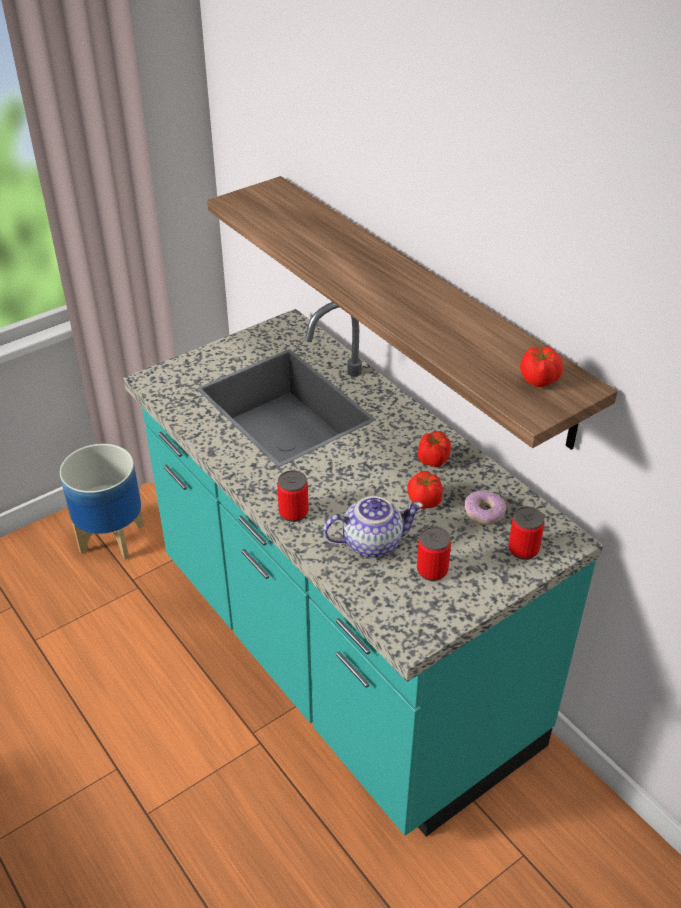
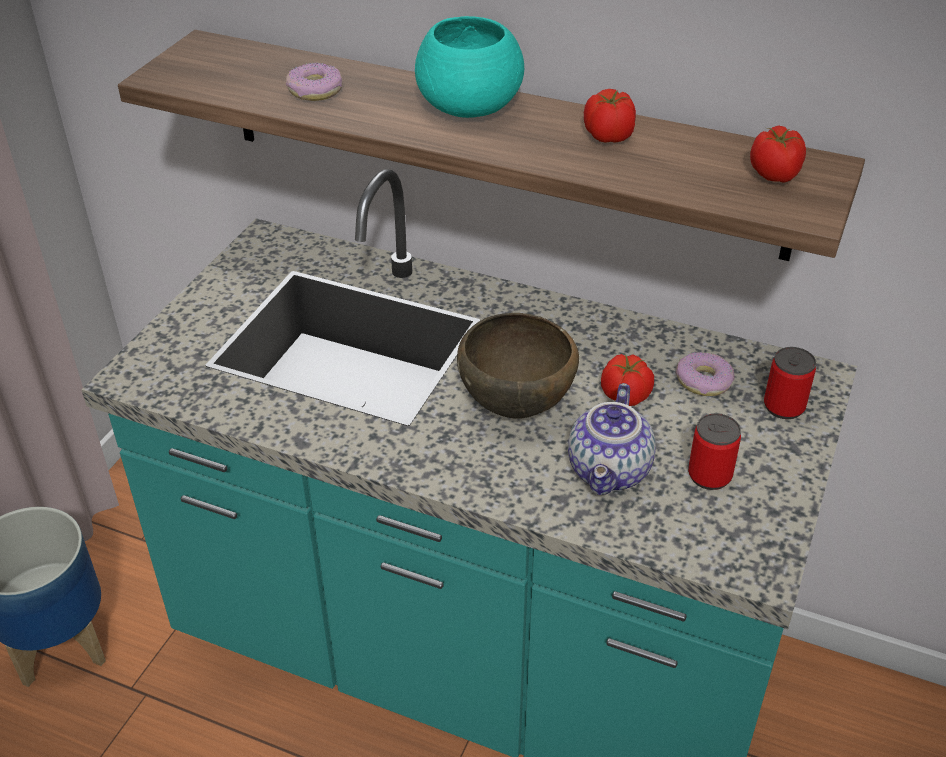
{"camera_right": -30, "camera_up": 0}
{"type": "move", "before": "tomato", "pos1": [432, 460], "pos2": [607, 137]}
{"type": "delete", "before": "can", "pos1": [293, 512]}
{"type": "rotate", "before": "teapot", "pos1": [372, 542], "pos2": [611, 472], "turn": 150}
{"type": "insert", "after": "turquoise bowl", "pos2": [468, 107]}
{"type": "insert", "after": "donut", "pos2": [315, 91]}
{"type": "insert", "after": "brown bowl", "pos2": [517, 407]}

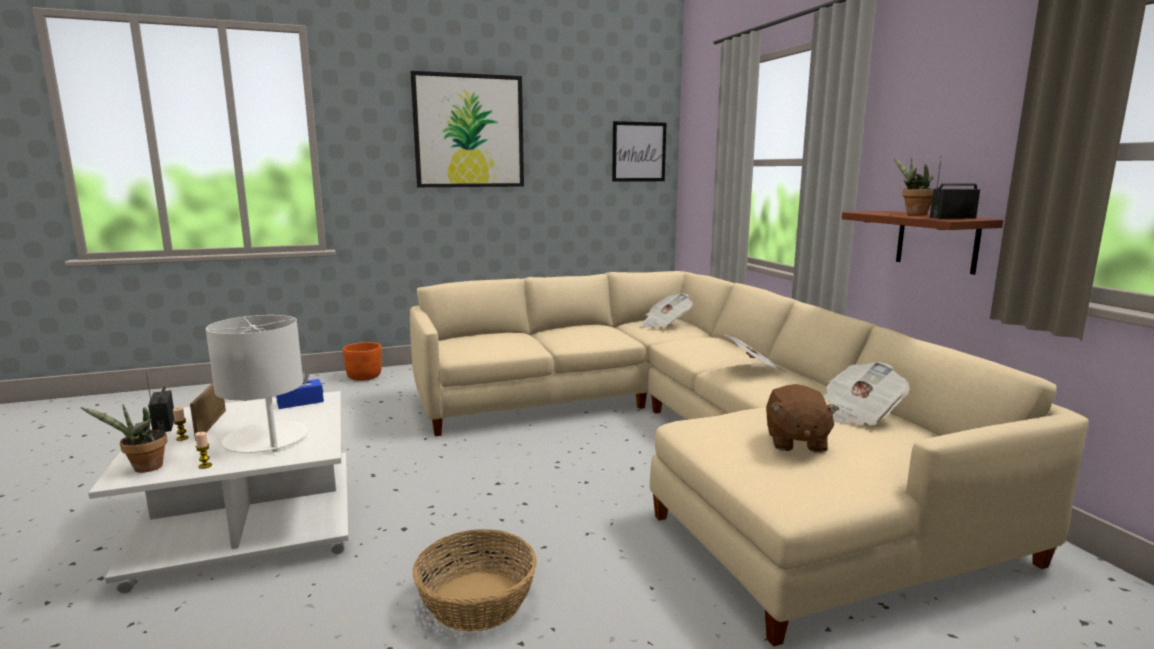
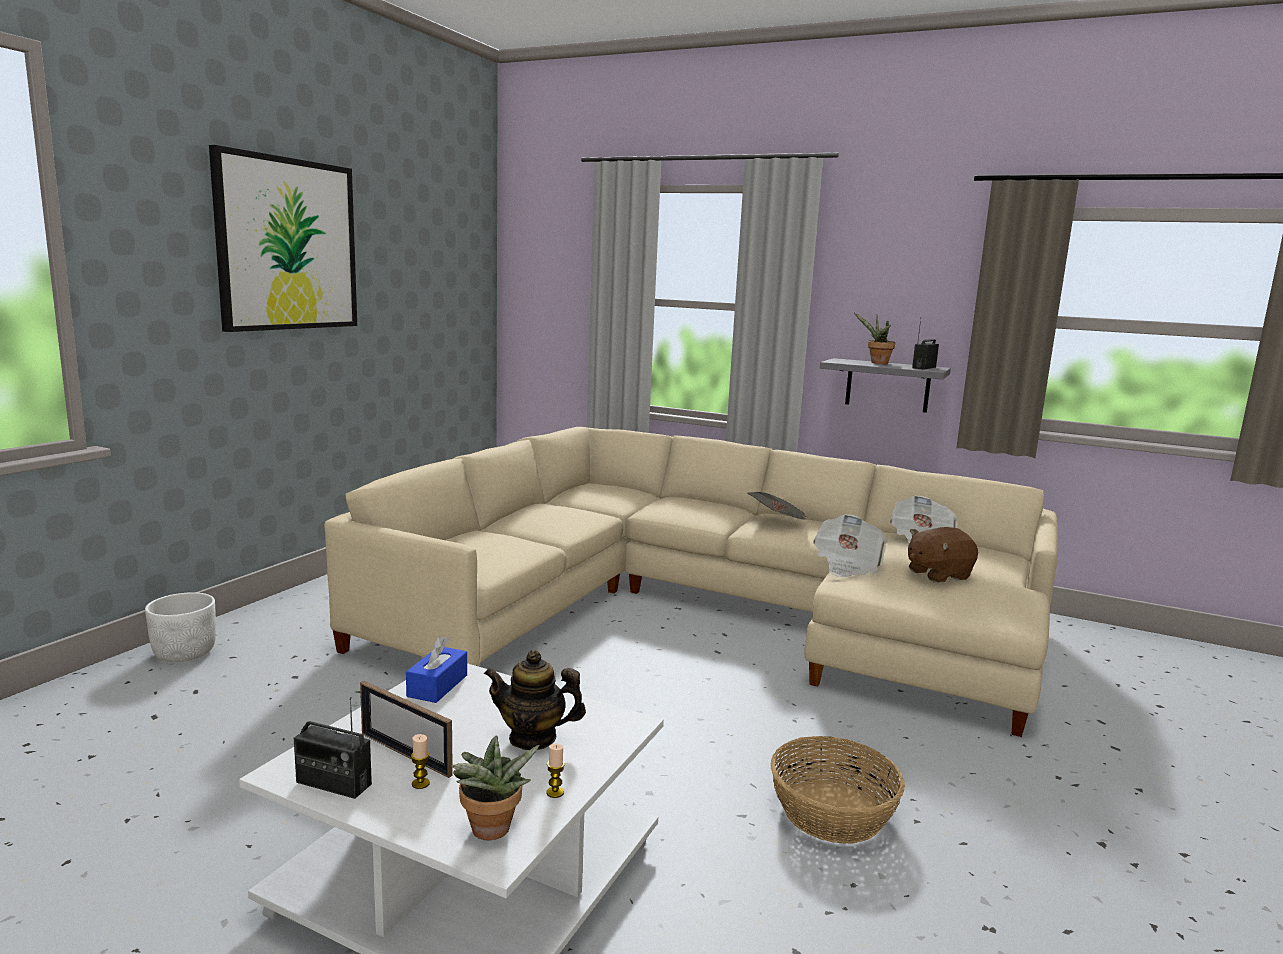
{"camera_right": -45, "camera_up": 0}
{"type": "delete", "before": "picture", "pos1": [639, 152]}
{"type": "recolor", "before": "brown shelf", "after": "grey shelf", "pos1": [937, 241], "pos2": [887, 385]}
{"type": "move", "before": "newspaper", "pos1": [664, 325], "pos2": [847, 565]}
{"type": "replace", "before": "white table lamp", "after": "teapot", "pos1": [266, 439], "pos2": [533, 738]}
{"type": "recolor", "before": "orange planter", "after": "white planter", "pos1": [364, 377], "pos2": [185, 653]}
{"type": "rotate", "before": "brown plush toy", "pos1": [795, 442], "pos2": [937, 574], "turn": 105}

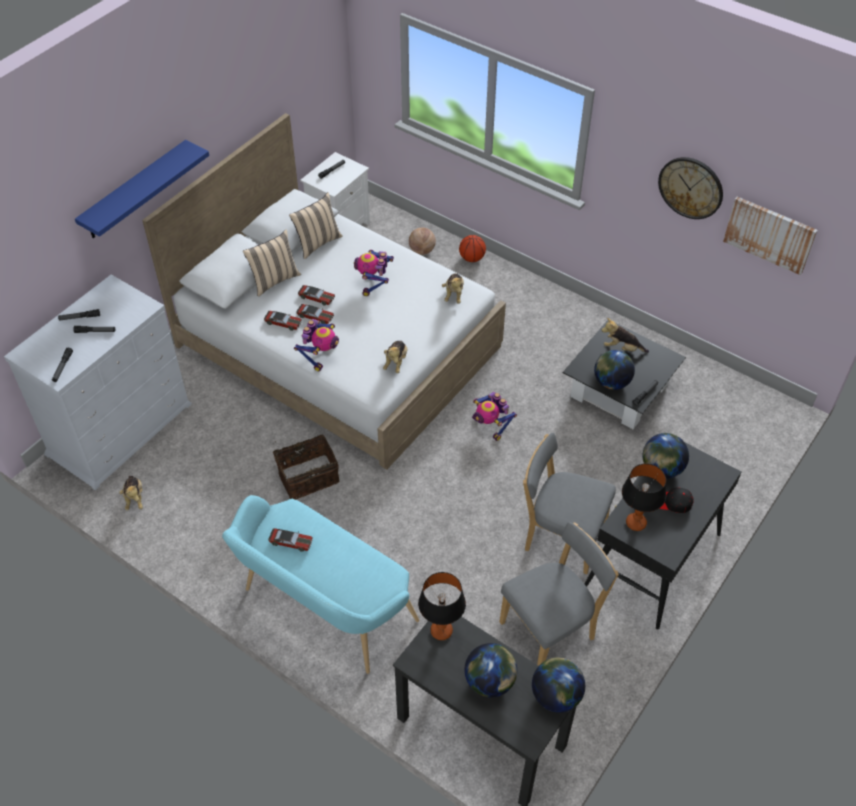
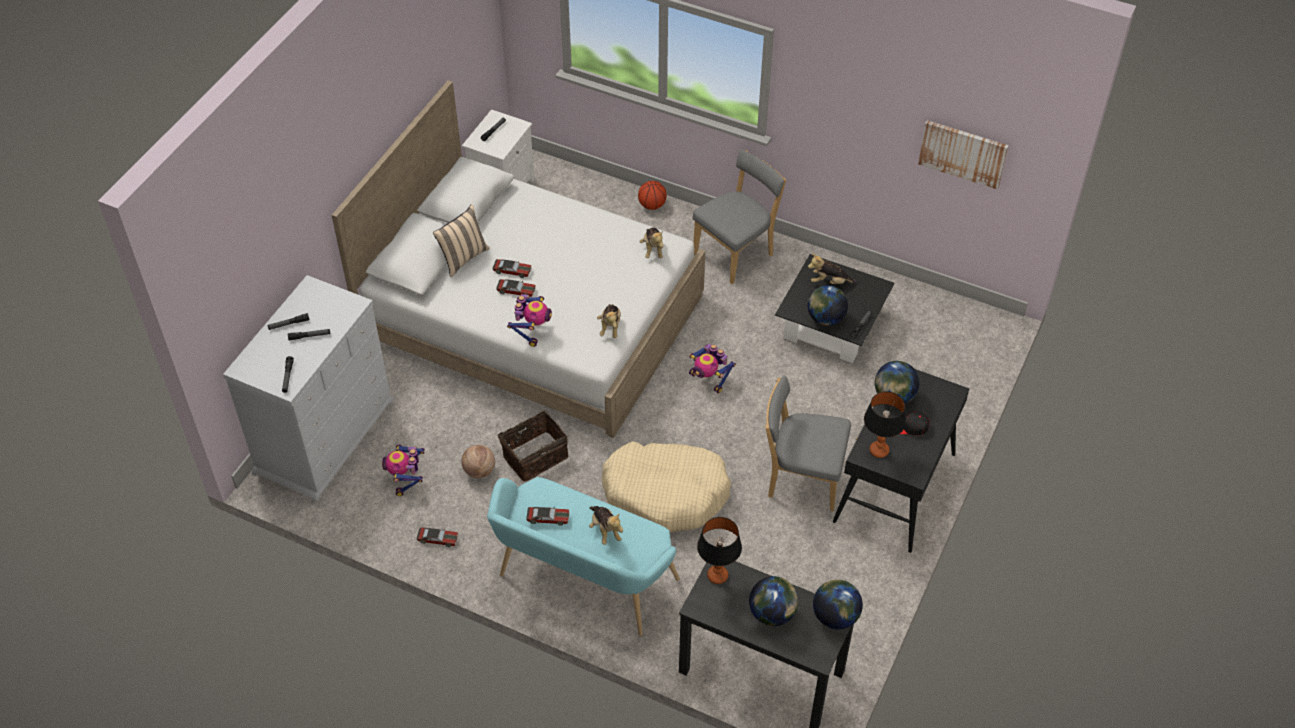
{"camera_right": -10, "camera_up": 0}
{"type": "delete", "before": "blue shelf", "pos1": [135, 190]}
{"type": "delete", "before": "wall clock", "pos1": [691, 187]}
{"type": "delete", "before": "beige pillow", "pos1": [317, 243]}
{"type": "move", "before": "basketball", "pos1": [422, 251], "pos2": [479, 471]}
{"type": "move", "before": "toy robot", "pos1": [374, 284], "pos2": [407, 480]}
{"type": "move", "before": "toy car", "pos1": [283, 323], "pos2": [438, 539]}
{"type": "move", "before": "plush toy", "pos1": [134, 498], "pos2": [605, 530]}
{"type": "move", "before": "grey chair", "pos1": [551, 629], "pos2": [736, 253]}
{"type": "insert", "after": "beige dog bed", "pos2": [665, 494]}

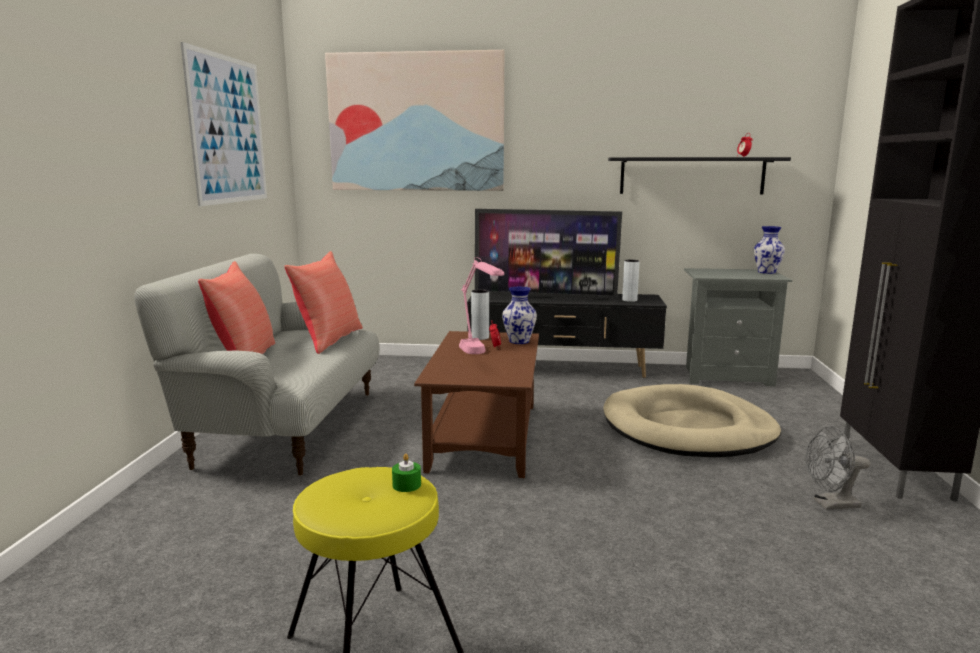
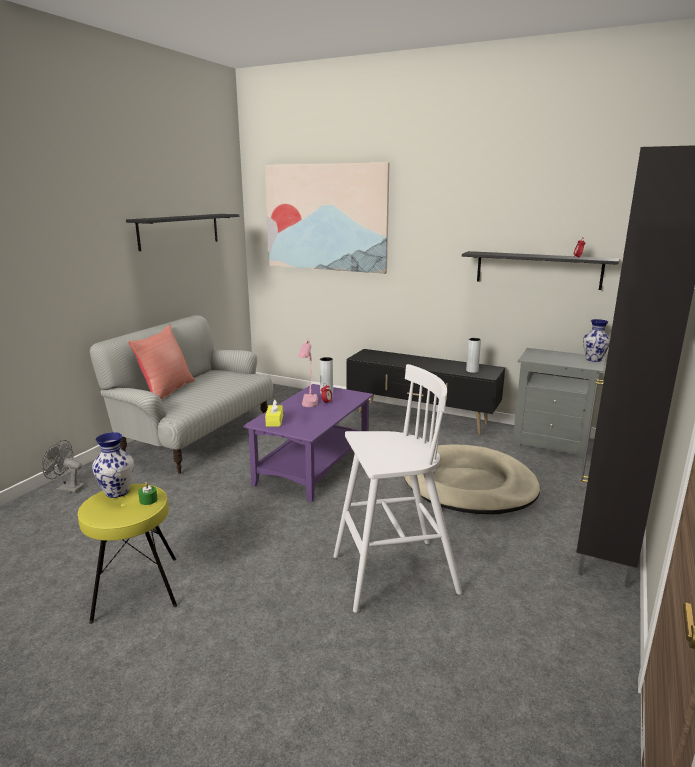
{"camera_right": 20, "camera_up": 5}
{"type": "replace", "before": "picture", "after": "black shelf", "pos1": [228, 130], "pos2": [179, 231]}
{"type": "delete", "before": "television", "pos1": [545, 297]}
{"type": "delete", "before": "red pillow", "pos1": [329, 339]}
{"type": "move", "before": "vase", "pos1": [519, 341], "pos2": [117, 492]}
{"type": "recolor", "before": "brown coffee table", "after": "purple coffee table", "pos1": [484, 436], "pos2": [314, 465]}
{"type": "move", "before": "grey fan", "pos1": [830, 504], "pos2": [67, 488]}
{"type": "insert", "after": "white stool", "pos2": [392, 574]}
{"type": "insert", "after": "yellow tissue box", "pos2": [274, 421]}

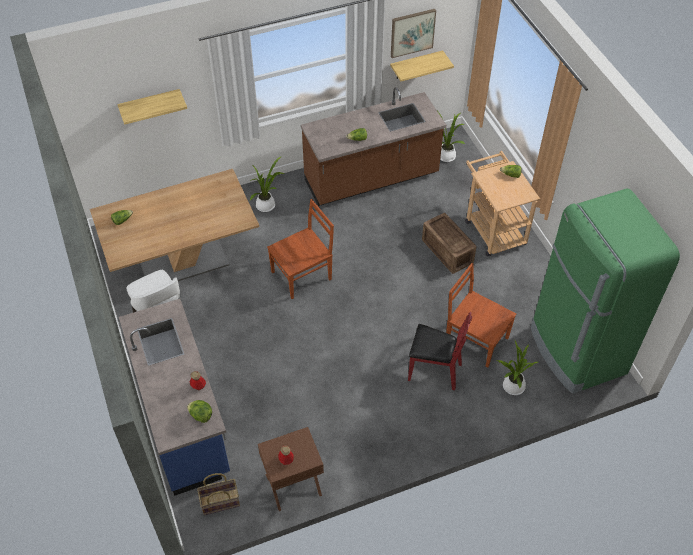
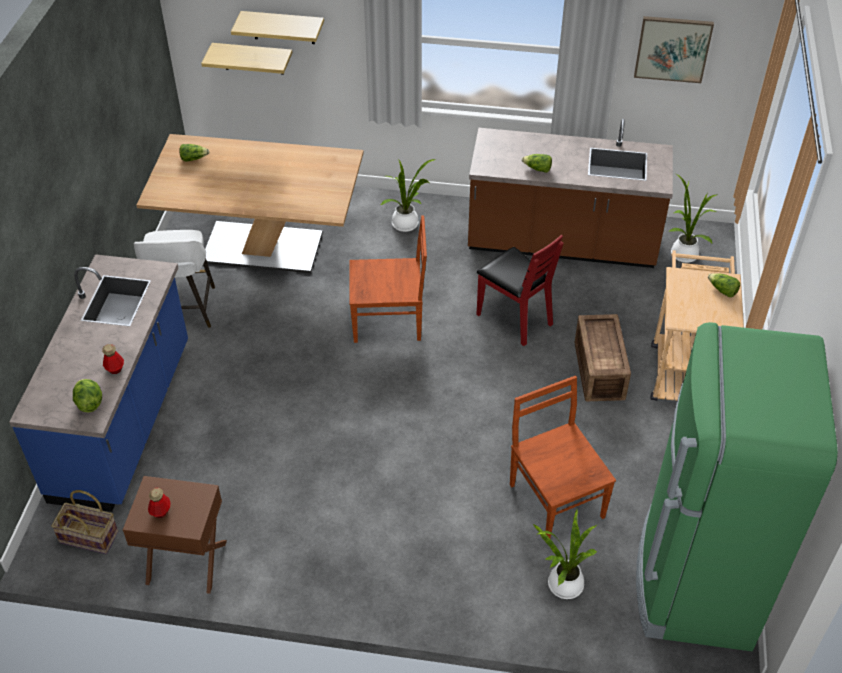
{"camera_right": 30, "camera_up": -5}
{"type": "move", "before": "shelf", "pos1": [416, 65], "pos2": [253, 58]}
{"type": "move", "before": "red chair", "pos1": [434, 371], "pos2": [514, 318]}

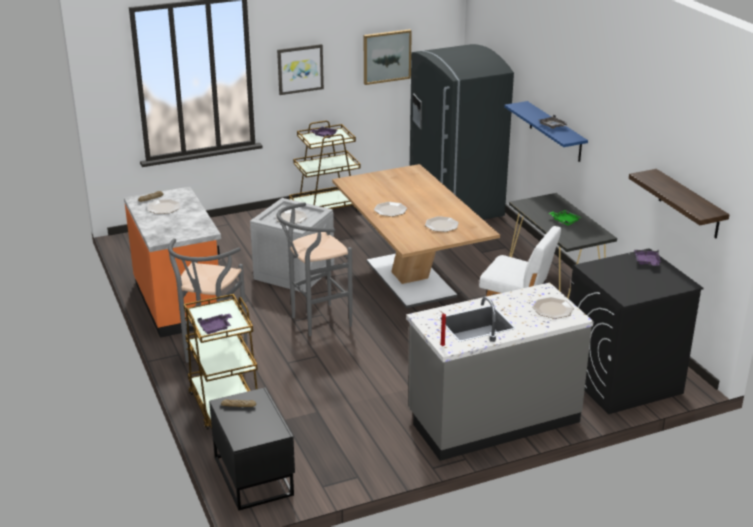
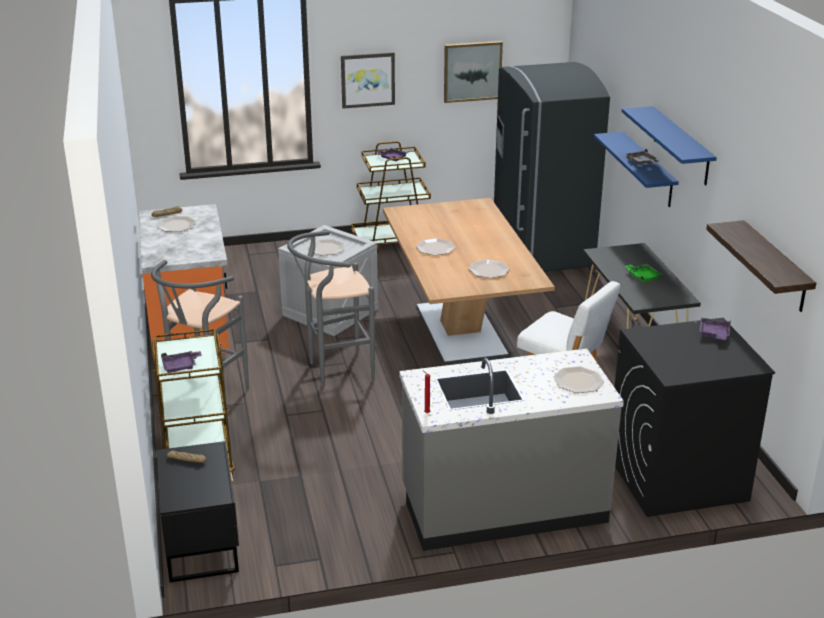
{"camera_right": 10, "camera_up": 0}
{"type": "insert", "after": "blue shelf", "pos2": [681, 146]}

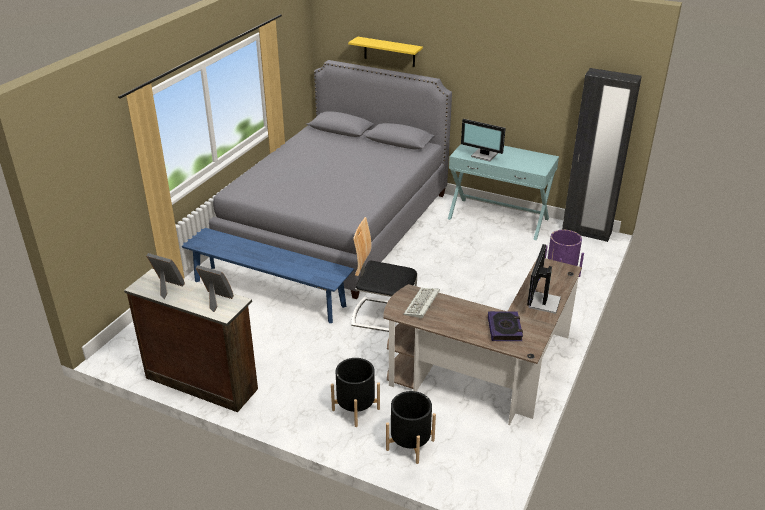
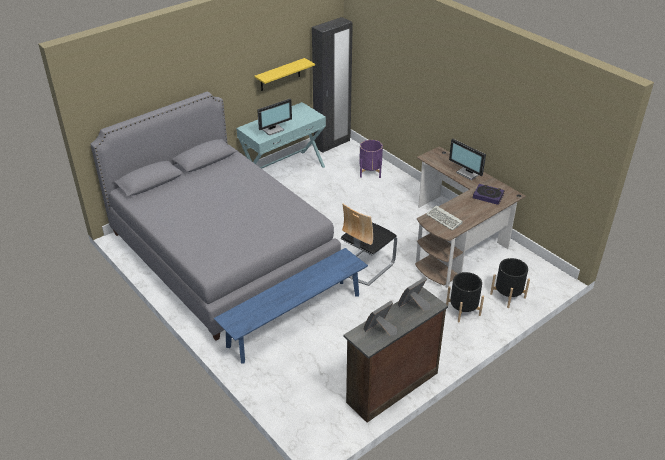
{"camera_right": -65, "camera_up": 5}
{"type": "move", "before": "yellow shelf", "pos1": [389, 52], "pos2": [280, 75]}

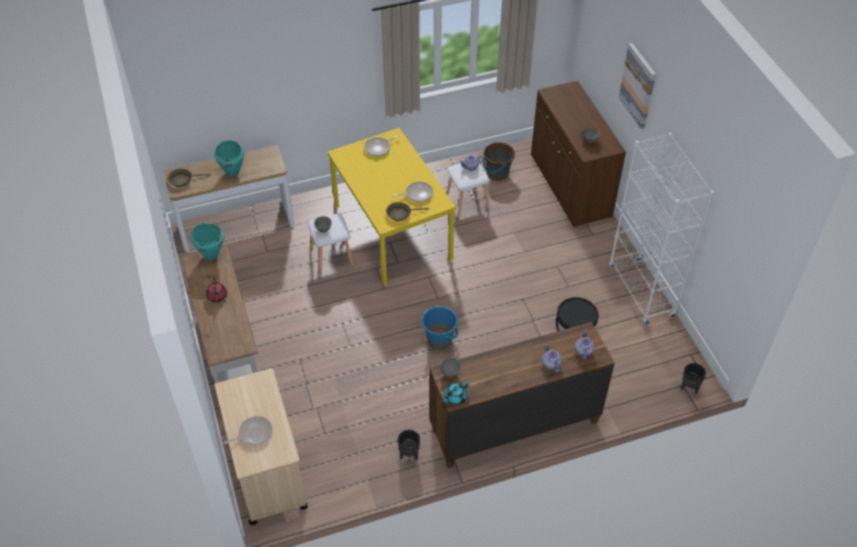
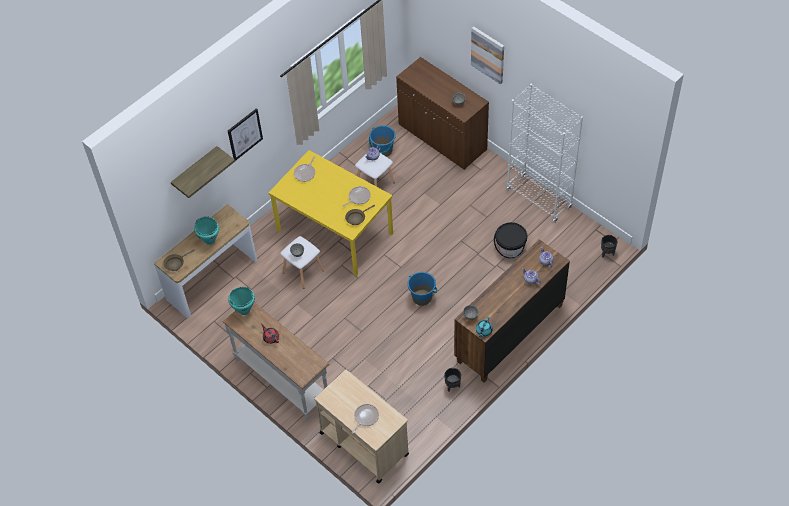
{"camera_right": -25, "camera_up": 5}
{"type": "recolor", "before": "brown bucket", "after": "blue bucket", "pos1": [497, 174], "pos2": [383, 150]}
{"type": "insert", "after": "picture", "pos2": [244, 134]}
{"type": "insert", "after": "shelf", "pos2": [195, 170]}

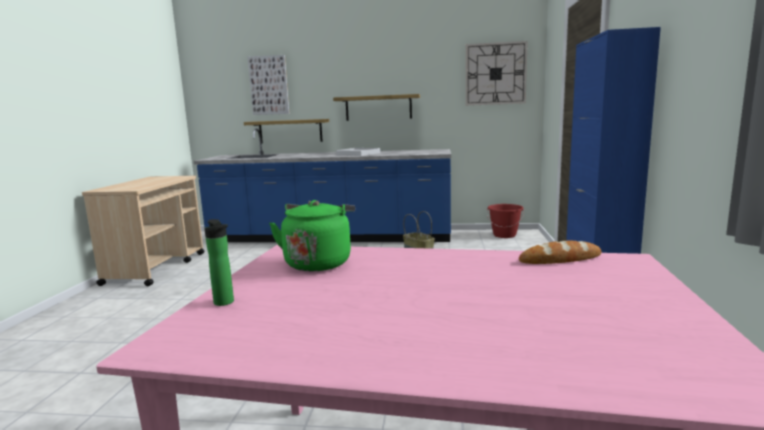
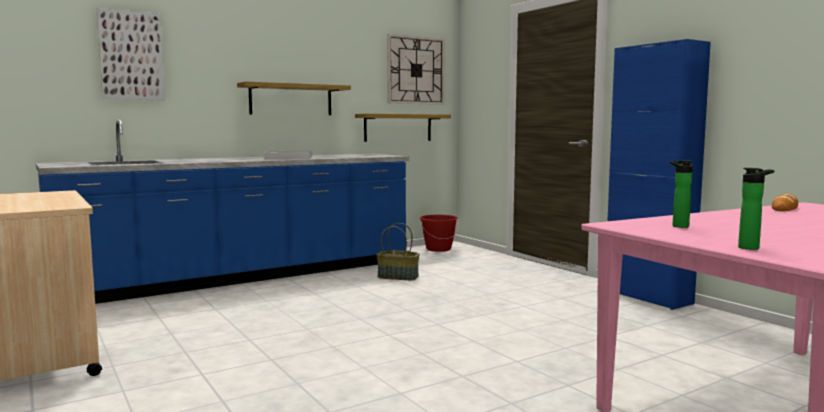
{"camera_right": -40, "camera_up": -5}
{"type": "move", "before": "shelf", "pos1": [290, 131], "pos2": [398, 127]}
{"type": "replace", "before": "green kettle", "after": "bottle", "pos1": [318, 262], "pos2": [678, 226]}

